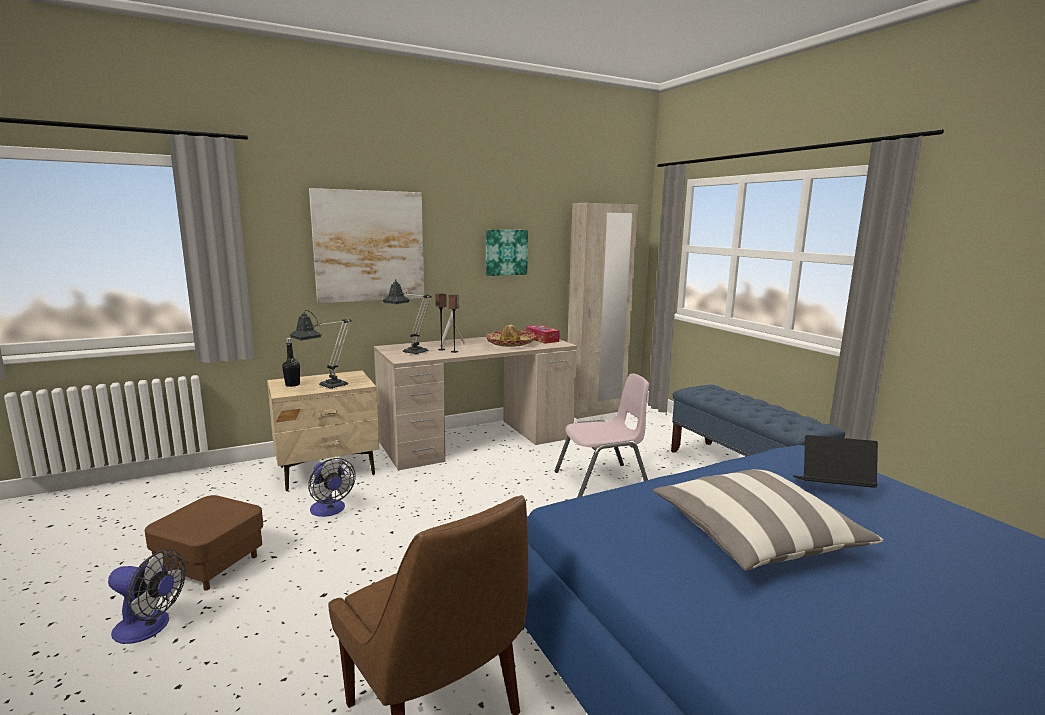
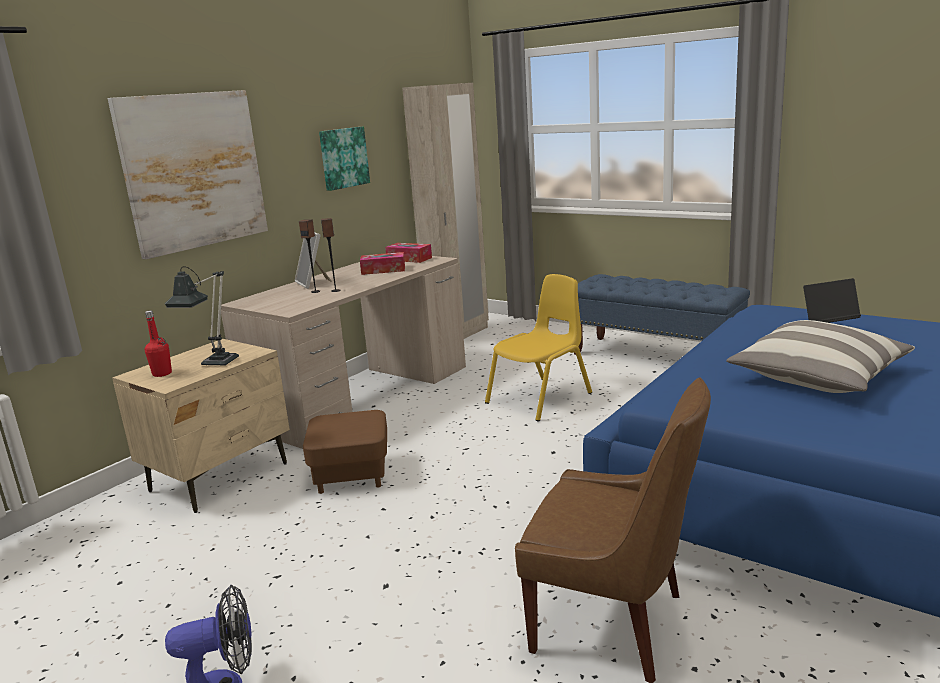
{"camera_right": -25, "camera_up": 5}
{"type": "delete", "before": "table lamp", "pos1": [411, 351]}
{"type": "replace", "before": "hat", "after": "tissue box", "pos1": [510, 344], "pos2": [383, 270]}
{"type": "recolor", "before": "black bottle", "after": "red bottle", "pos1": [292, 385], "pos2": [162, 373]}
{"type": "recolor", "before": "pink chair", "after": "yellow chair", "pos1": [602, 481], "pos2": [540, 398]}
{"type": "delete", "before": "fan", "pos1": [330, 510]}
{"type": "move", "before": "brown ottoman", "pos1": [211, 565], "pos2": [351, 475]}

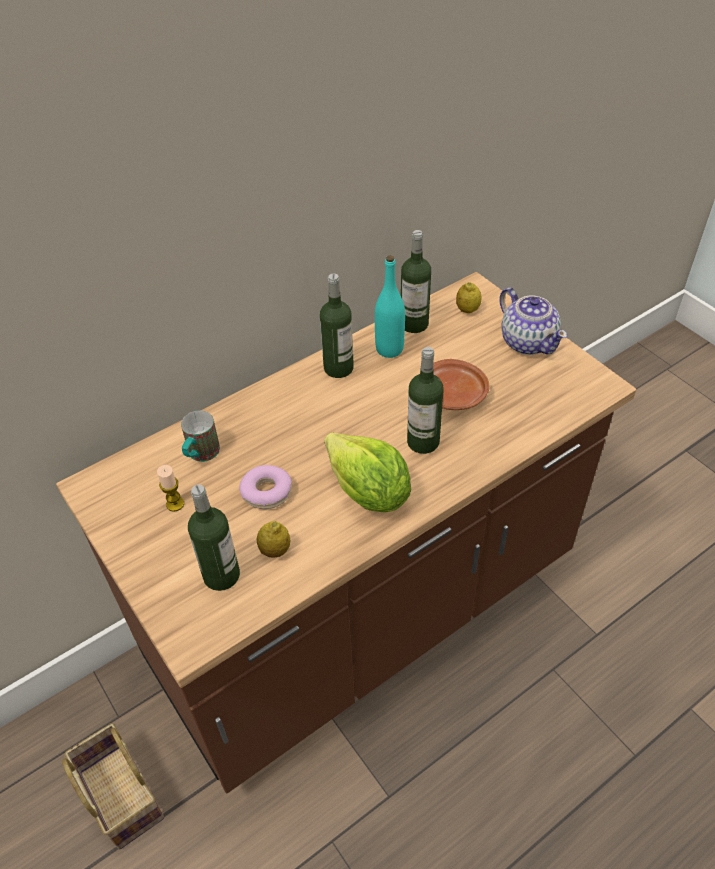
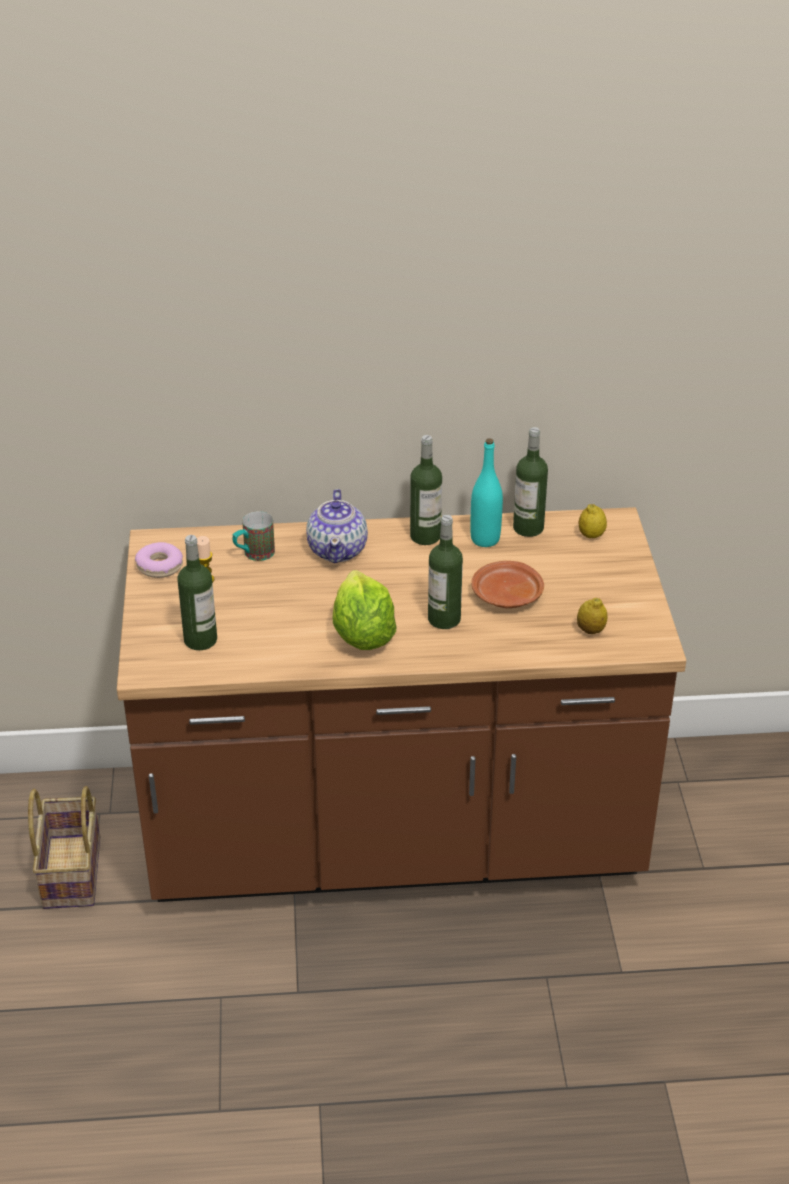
{"camera_right": 30, "camera_up": -10}
{"type": "move", "before": "teapot", "pos1": [528, 341], "pos2": [338, 550]}
{"type": "move", "before": "donut", "pos1": [266, 492], "pos2": [159, 566]}
{"type": "move", "before": "lemon", "pos1": [275, 550], "pos2": [590, 630]}

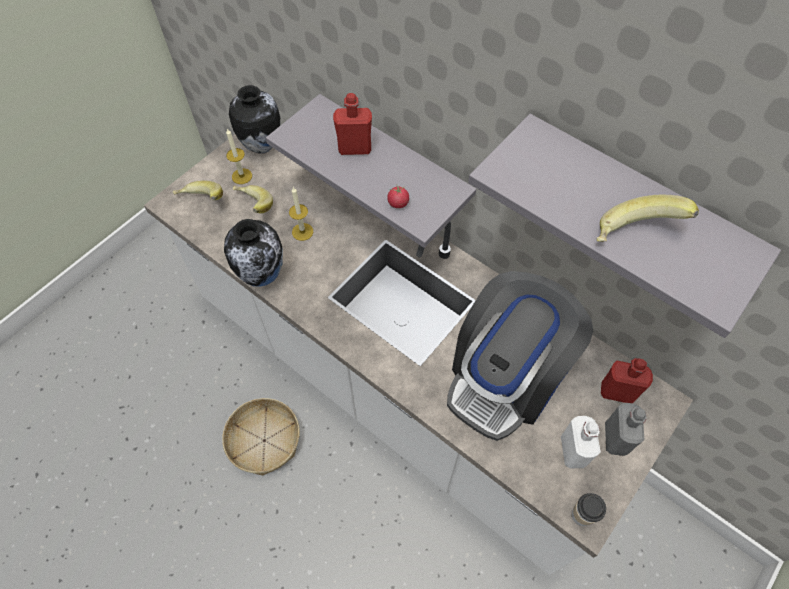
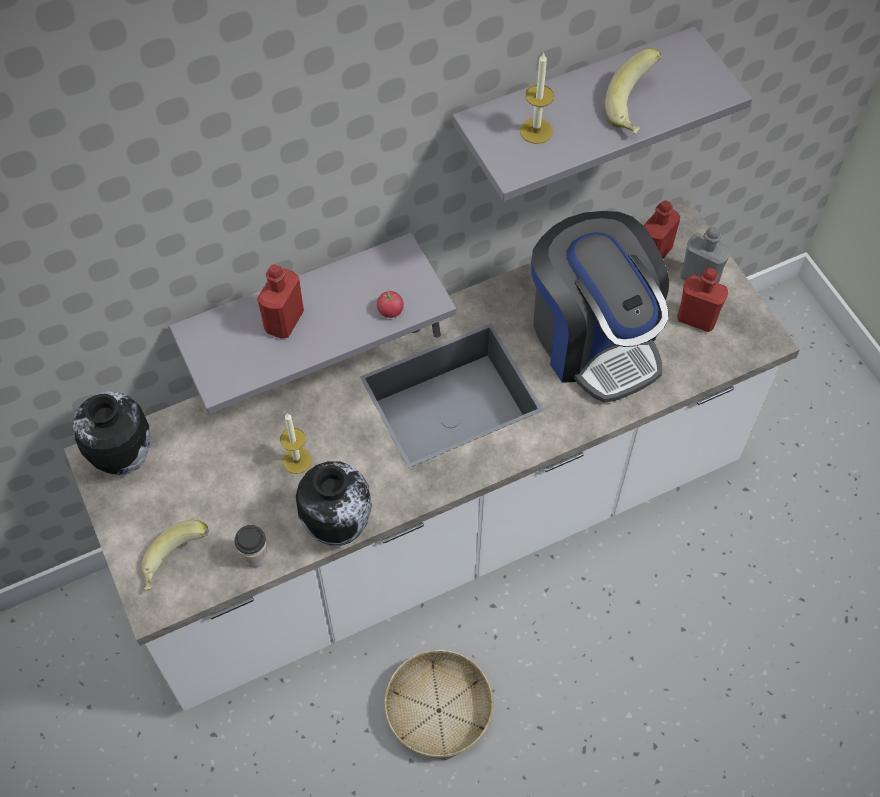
{"camera_right": -65, "camera_up": 0}
{"type": "move", "before": "candle", "pos1": [242, 176], "pos2": [536, 131]}
{"type": "delete", "before": "banana", "pos1": [252, 207]}
{"type": "recolor", "before": "white bottle", "after": "red bottle", "pos1": [573, 451], "pos2": [696, 319]}
{"type": "move", "before": "cup", "pos1": [581, 515], "pos2": [255, 556]}

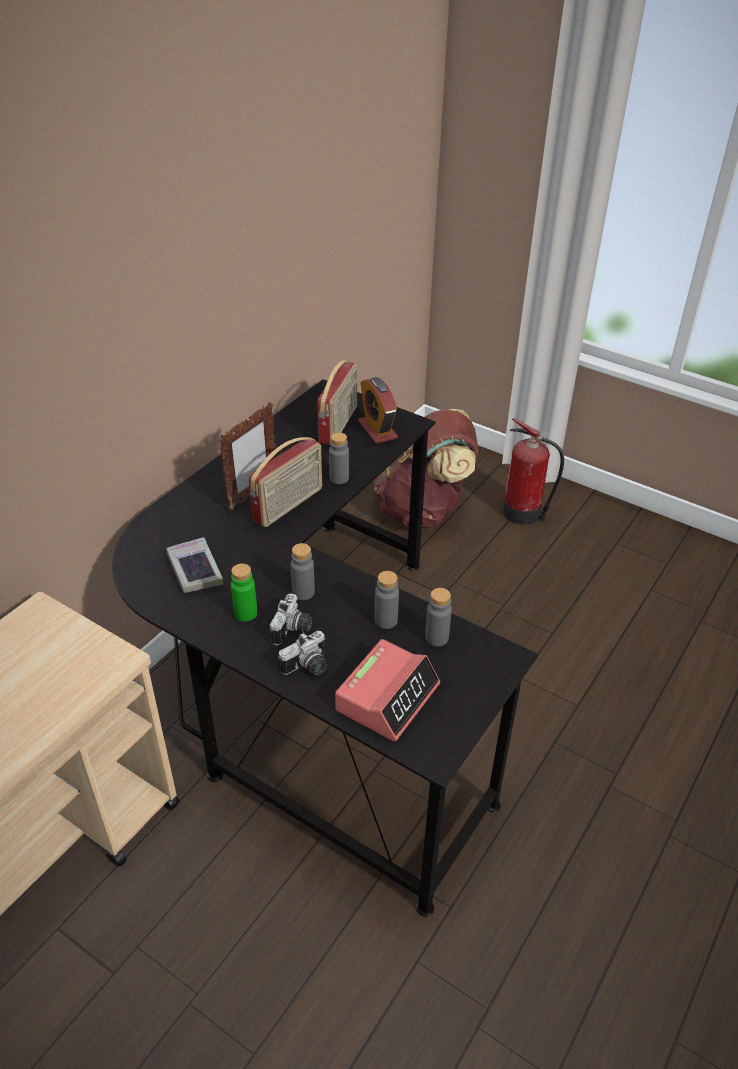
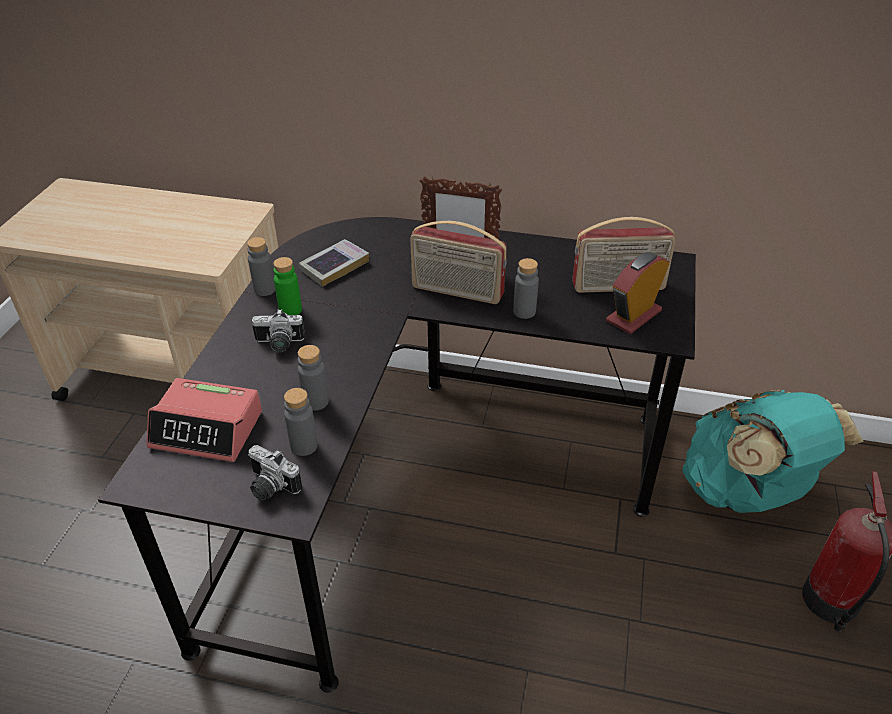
{"camera_right": 70, "camera_up": 0}
{"type": "recolor", "before": "brown backpack", "after": "turquoise backpack", "pos1": [423, 509], "pos2": [746, 492]}
{"type": "move", "before": "grey bottle", "pos1": [303, 592], "pos2": [265, 289]}
{"type": "move", "before": "photo camera", "pos1": [308, 667], "pos2": [269, 487]}

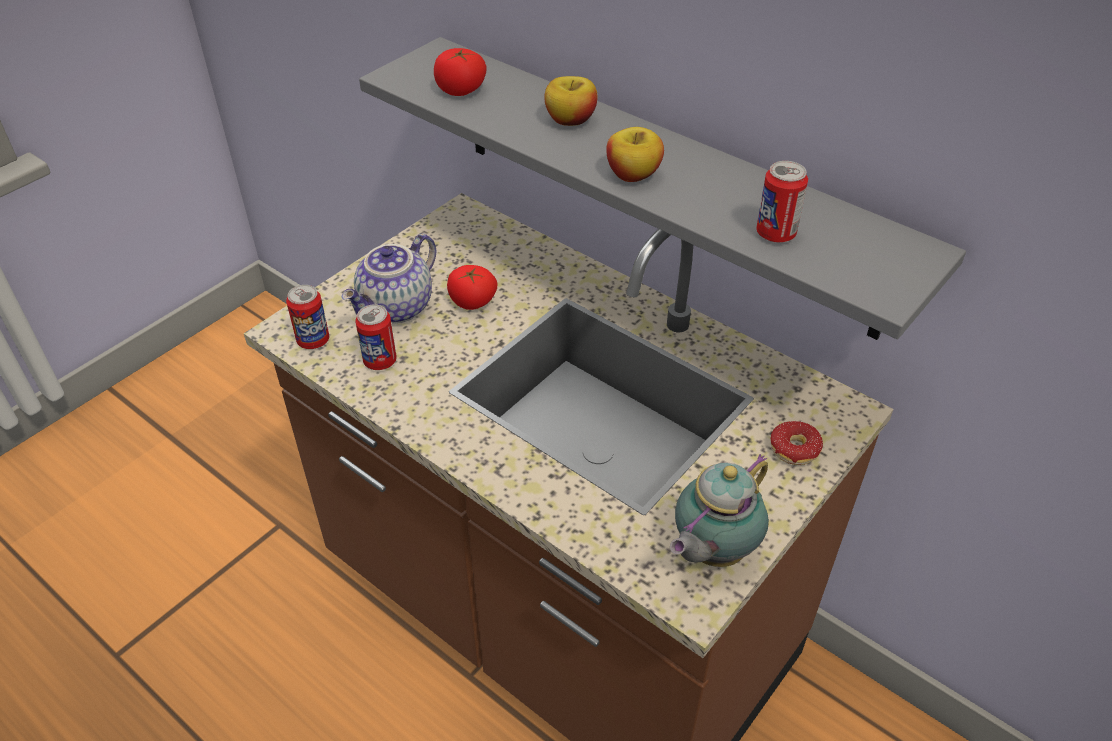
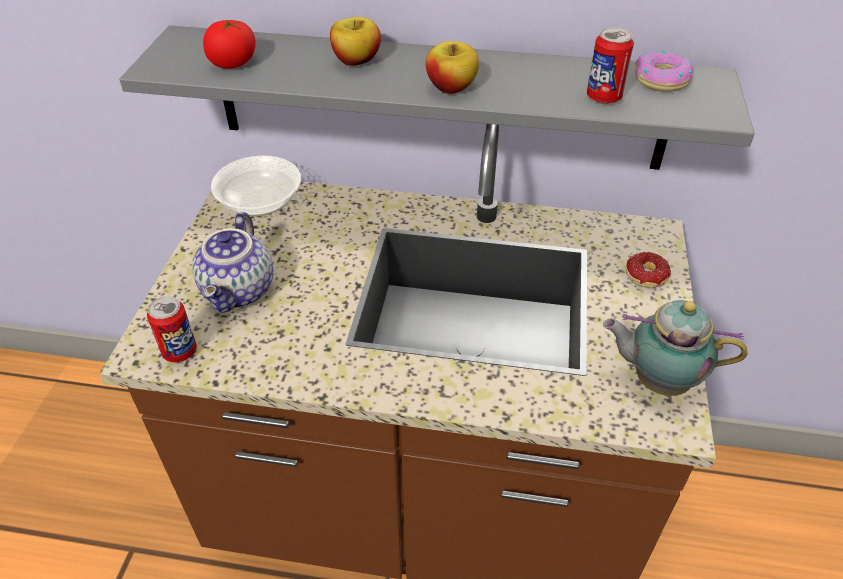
{"camera_right": -30, "camera_up": 0}
{"type": "delete", "before": "tomato", "pos1": [472, 302]}
{"type": "delete", "before": "can", "pos1": [380, 361]}
{"type": "rotate", "before": "teapot", "pos1": [711, 551], "pos2": [656, 380], "turn": 90}
{"type": "insert", "after": "donut", "pos2": [660, 80]}
{"type": "insert", "after": "bowl", "pos2": [260, 203]}

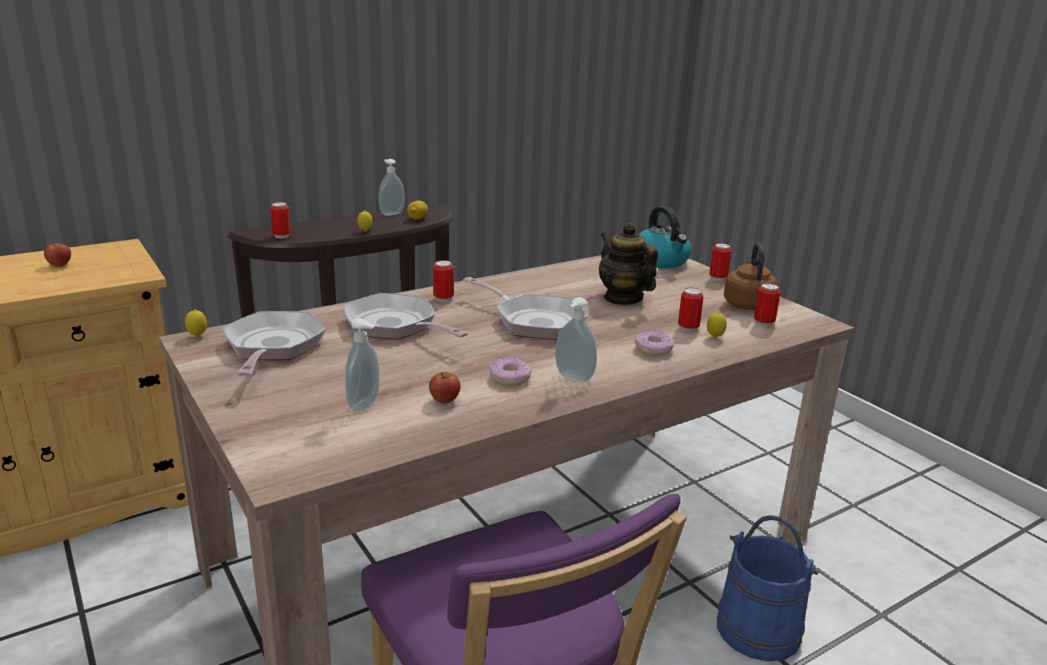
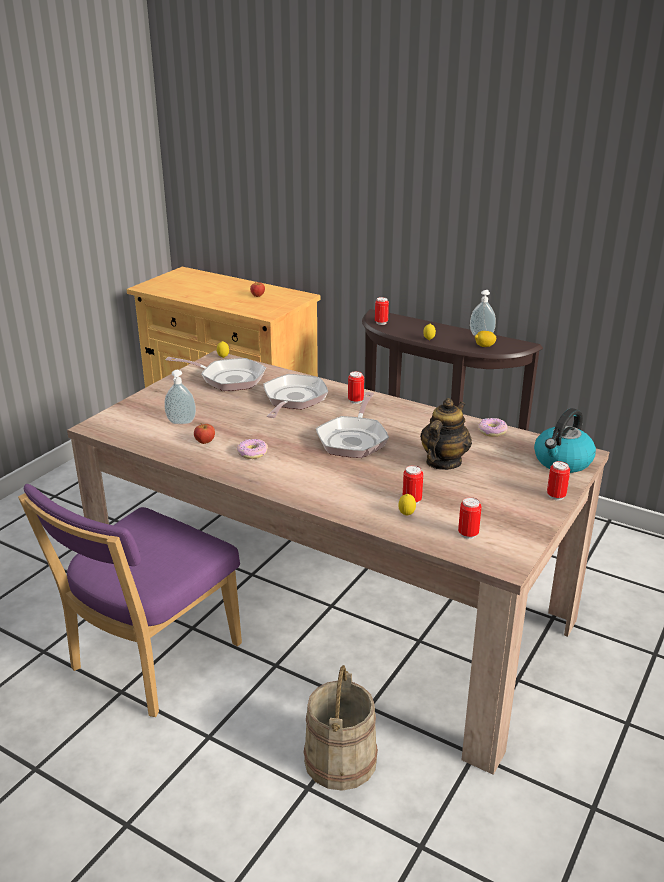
{"camera_right": 65, "camera_up": 5}
{"type": "delete", "before": "brown kettle", "pos1": [747, 304]}
{"type": "delete", "before": "soap dispenser", "pos1": [573, 378]}
{"type": "rotate", "before": "frying pan", "pos1": [273, 347], "pos2": [228, 379], "turn": 45}
{"type": "move", "before": "donut", "pos1": [653, 349], "pos2": [492, 431]}
{"type": "recolor", "before": "blue bucket", "after": "beige bucket", "pos1": [758, 629], "pos2": [341, 760]}

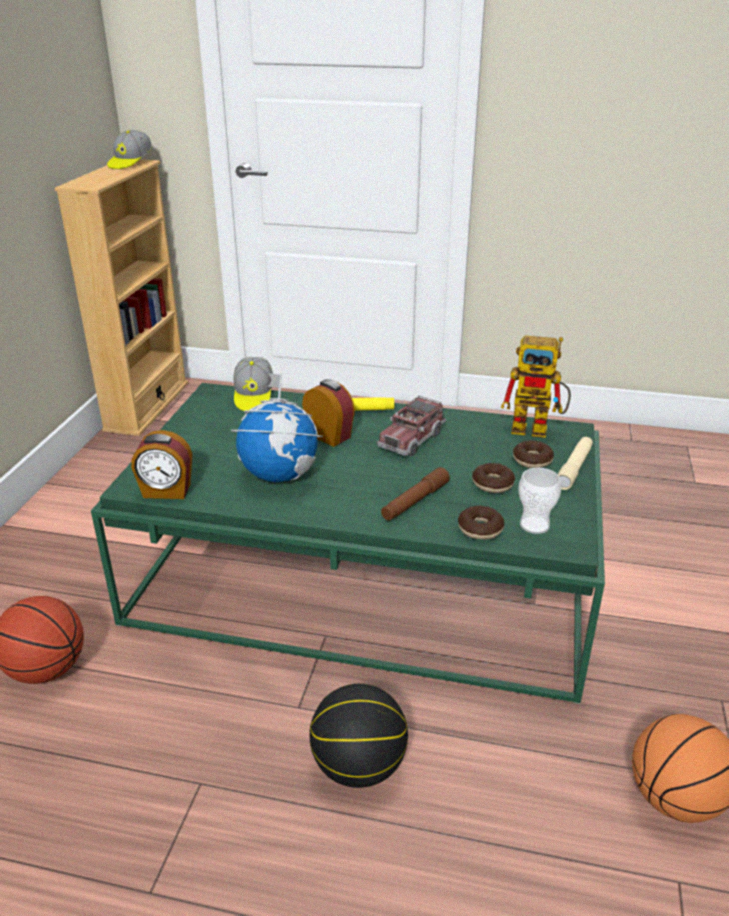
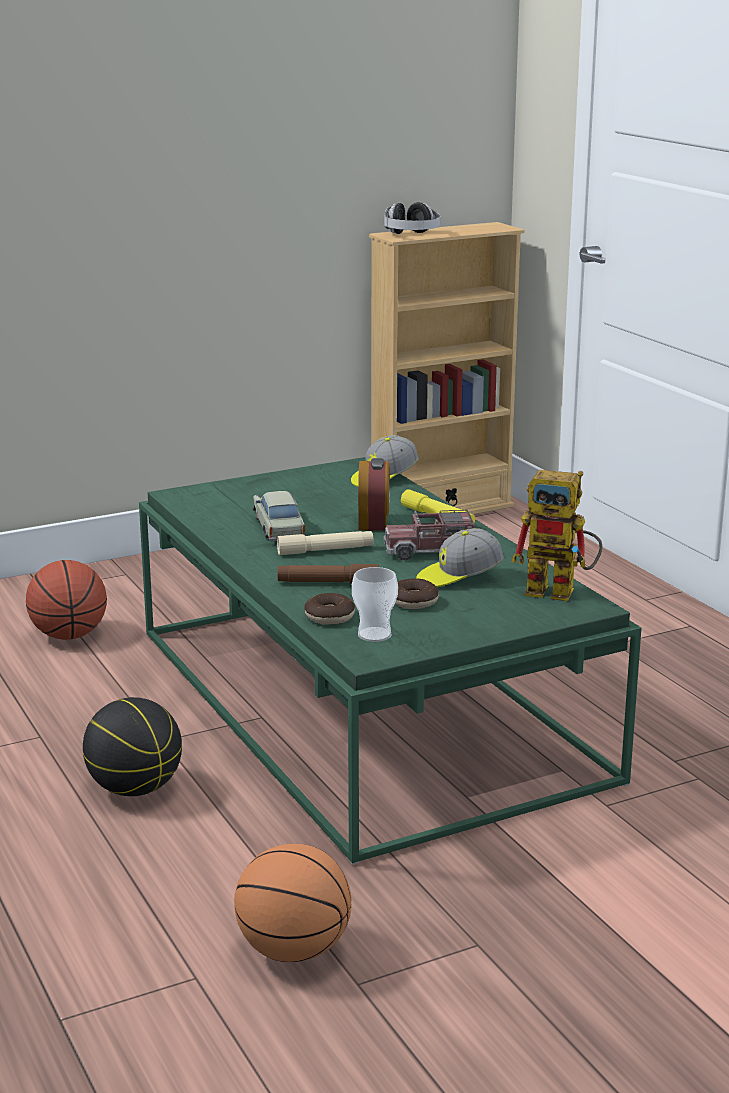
{"camera_right": 50, "camera_up": -10}
{"type": "move", "before": "cap", "pos1": [130, 163], "pos2": [459, 578]}
{"type": "rotate", "before": "toy robot", "pos1": [538, 428], "pos2": [561, 591], "turn": -45}
{"type": "replace", "before": "globe", "after": "beige toy car", "pos1": [280, 474], "pos2": [279, 528]}
{"type": "delete", "before": "alarm clock", "pos1": [166, 491]}
{"type": "move", "before": "beige flashlight", "pos1": [574, 468], "pos2": [325, 550]}
{"type": "delete", "before": "donut", "pos1": [532, 460]}
{"type": "insert", "after": "headphones", "pos2": [412, 235]}

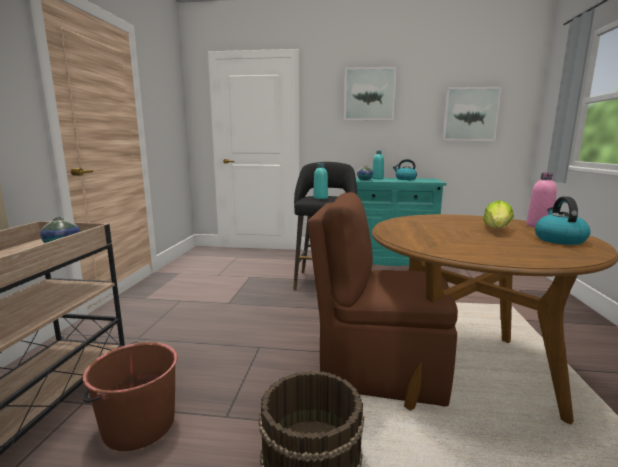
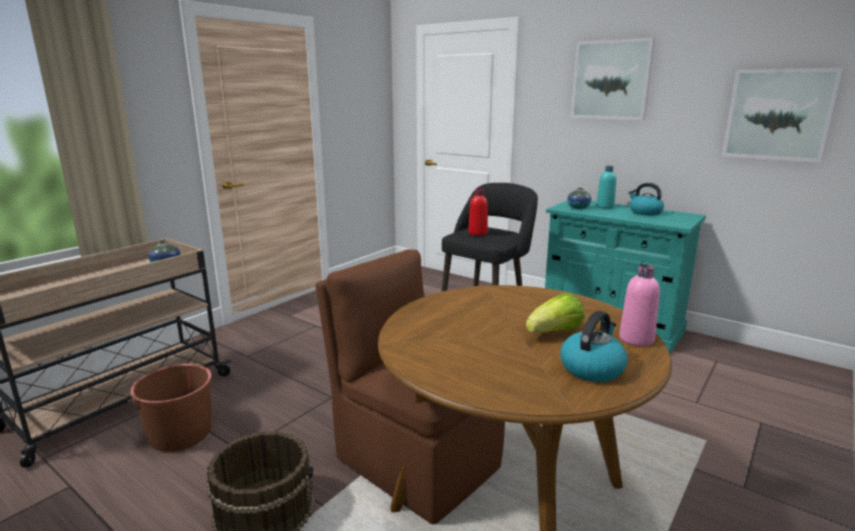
{"camera_right": 30, "camera_up": 5}
{"type": "recolor", "before": "turquoise bottle", "after": "red bottle", "pos1": [320, 198], "pos2": [477, 233]}

